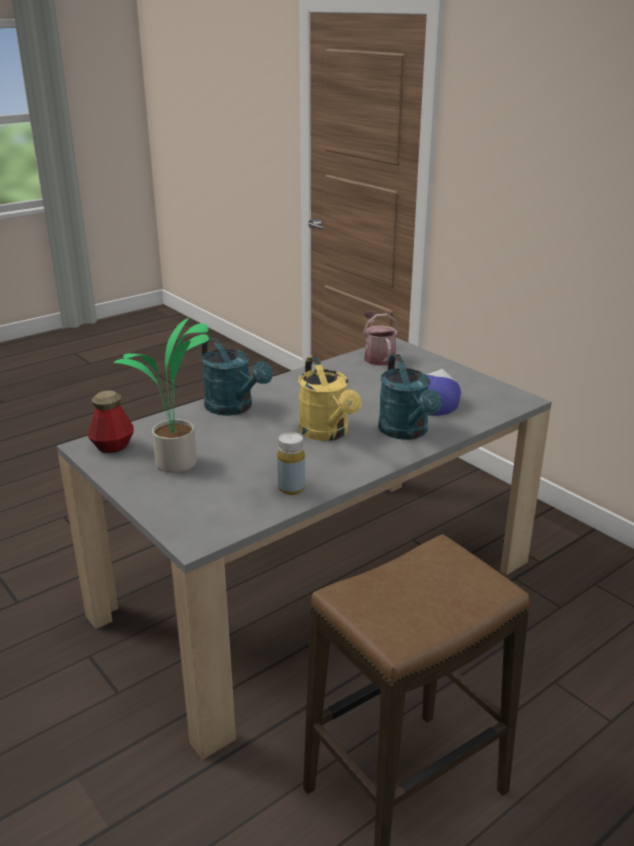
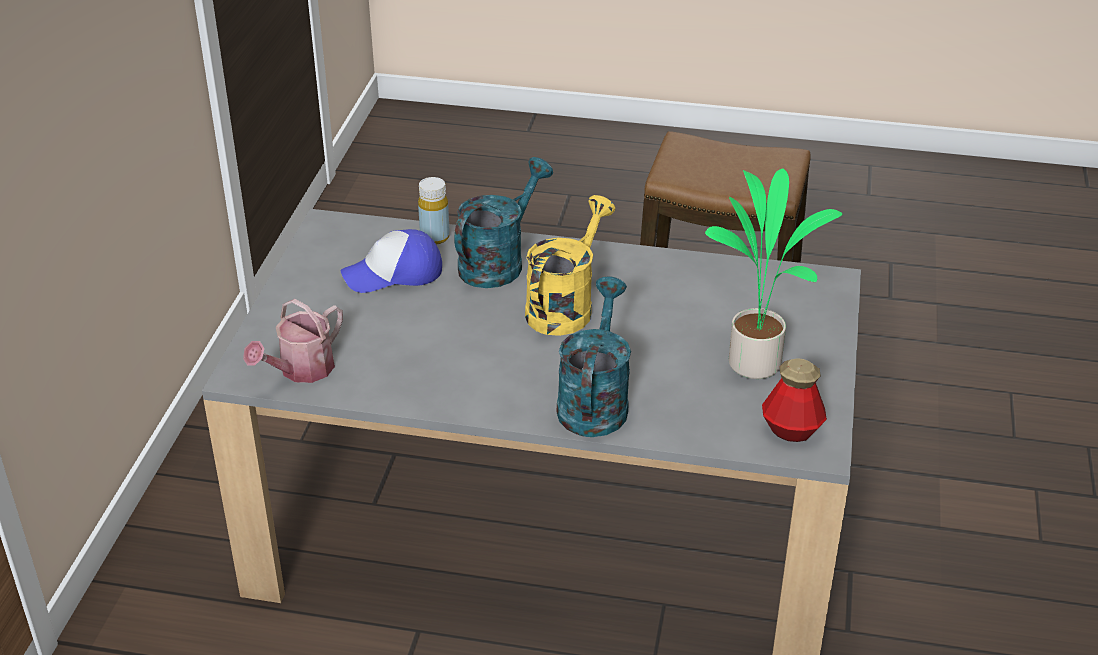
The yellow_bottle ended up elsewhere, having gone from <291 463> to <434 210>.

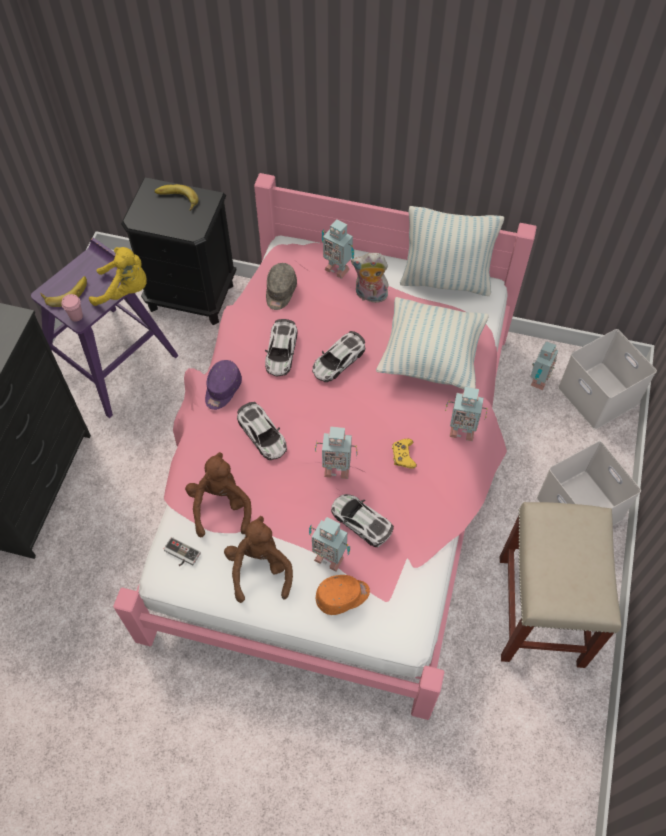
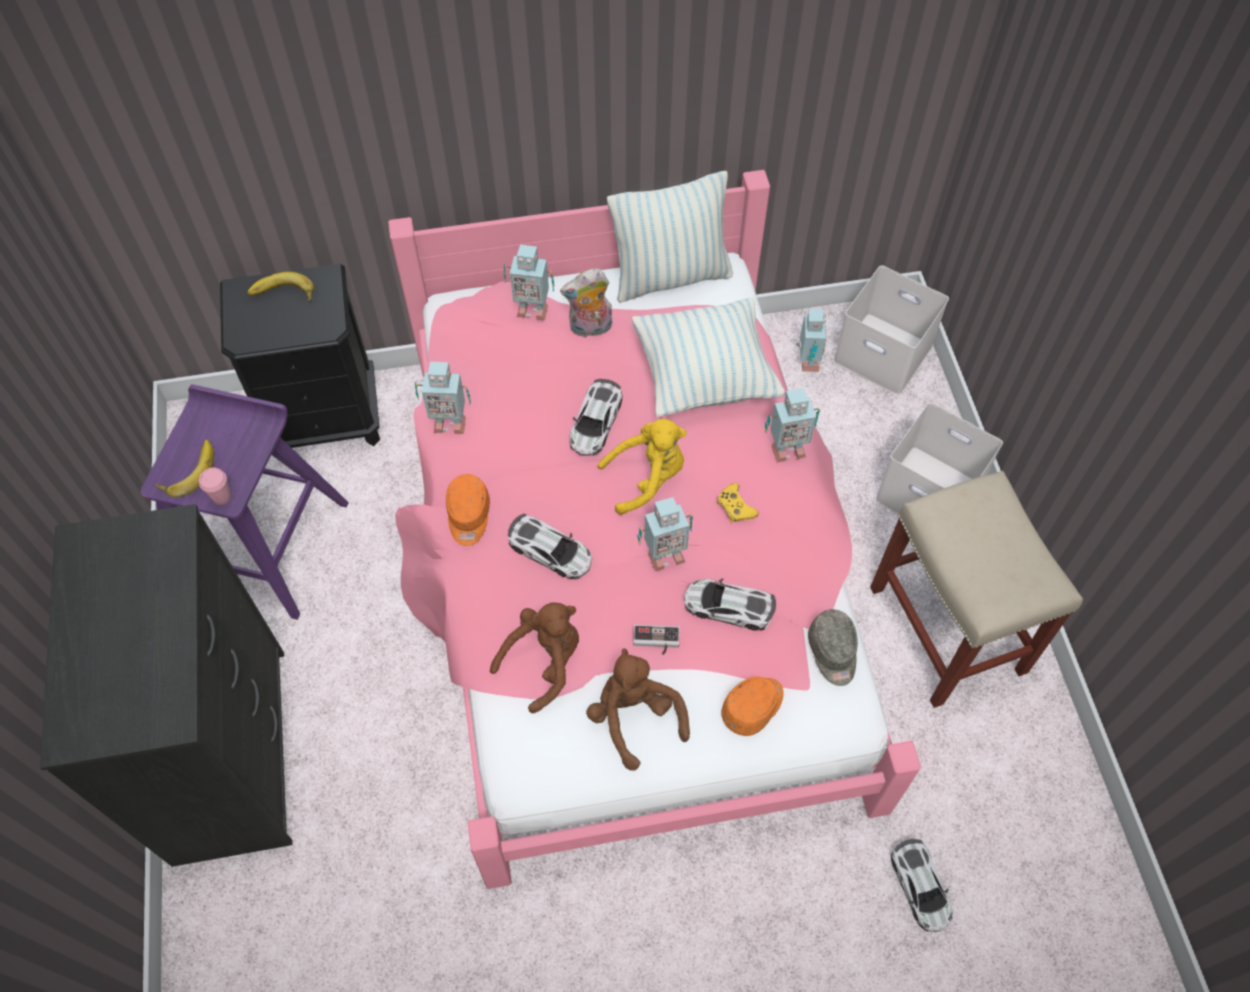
The yellow_plush_toy ended up elsewhere, having gone from <118 276> to <642 467>. The game_controller ended up elsewhere, having gone from <182 551> to <656 640>. The brown_plush_toy at <218 494> ended up facing another way, 75 degrees clockwise from before. What was the purple_cap at <223 385> turned into the orange_cap at <468 510>. The toy_car ended up elsewhere, having gone from <281 347> to <922 885>. The grey_cap ended up elsewhere, having gone from <281 286> to <833 647>. The toy_robot ended up elsewhere, having gone from <329 544> to <443 397>.

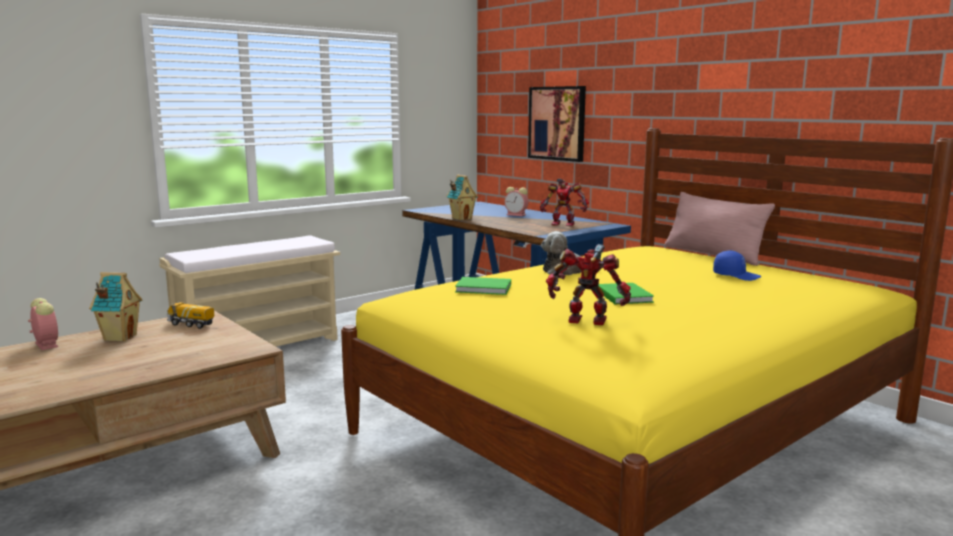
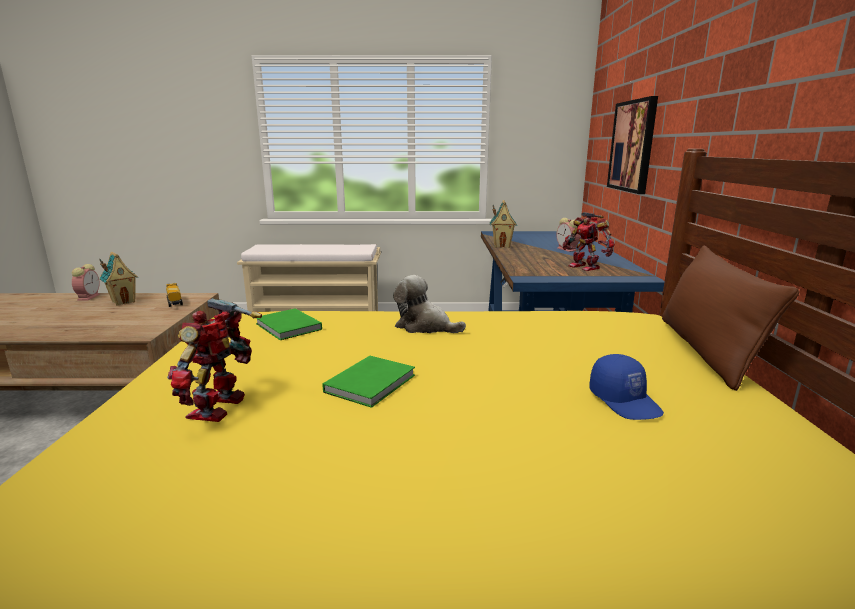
The toy_robot at <588 284> ended up facing another way, 135 degrees counterclockwise from before. What was the pink_pillow at <720 229> turned into the brown_pillow at <731 318>.

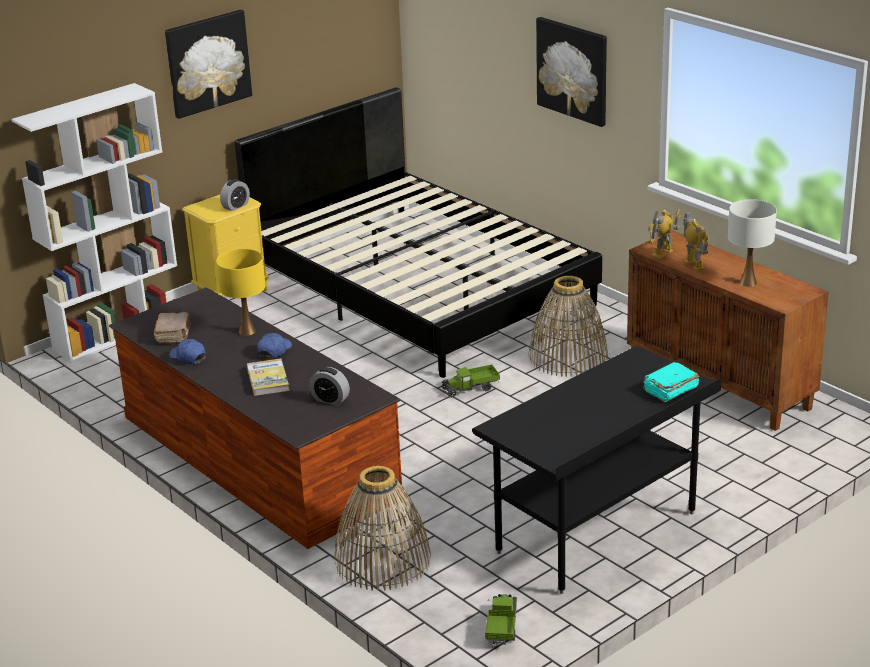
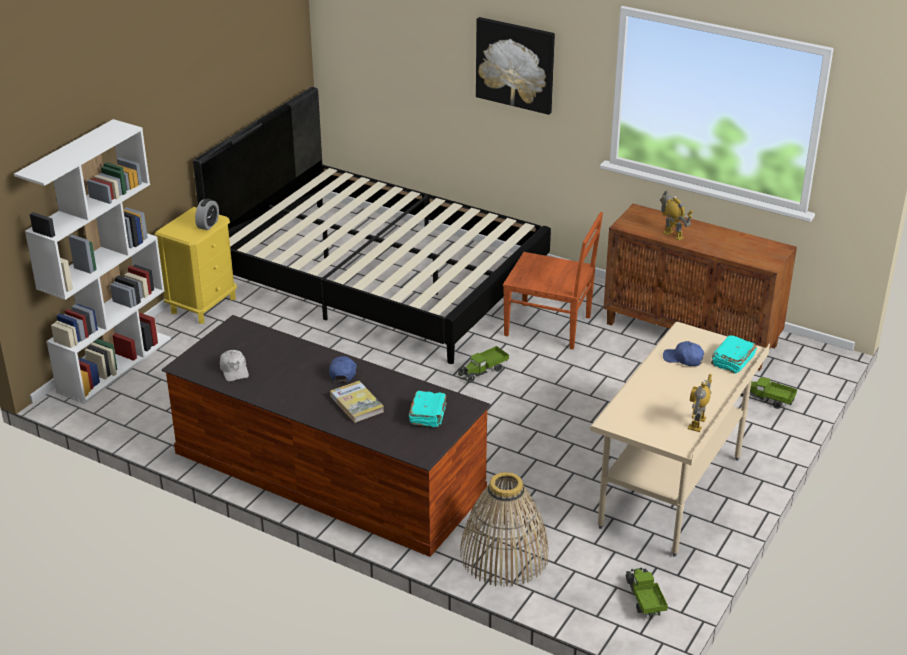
Where the brown_book stood at <172 327>, the white_cap came to stand at <234 366>. The second view lost the picture at <208 64>. The blue_cap ended up elsewhere, having gone from <187 351> to <683 353>. The second view lost the yellow_table_lamp at <241 292>. Where the alarm_clock stood at <329 386>, the turquoise_book came to stand at <428 409>. What was the black_desk at <596 470> turned into the beige_desk at <680 439>. Where the basket stood at <568 326>, the brown_chair came to stand at <553 281>. The toy_robot ended up elsewhere, having gone from <664 234> to <700 403>. The second view lost the white_table_lamp at <752 243>. The second view gained the toy_truck at <769 393>.

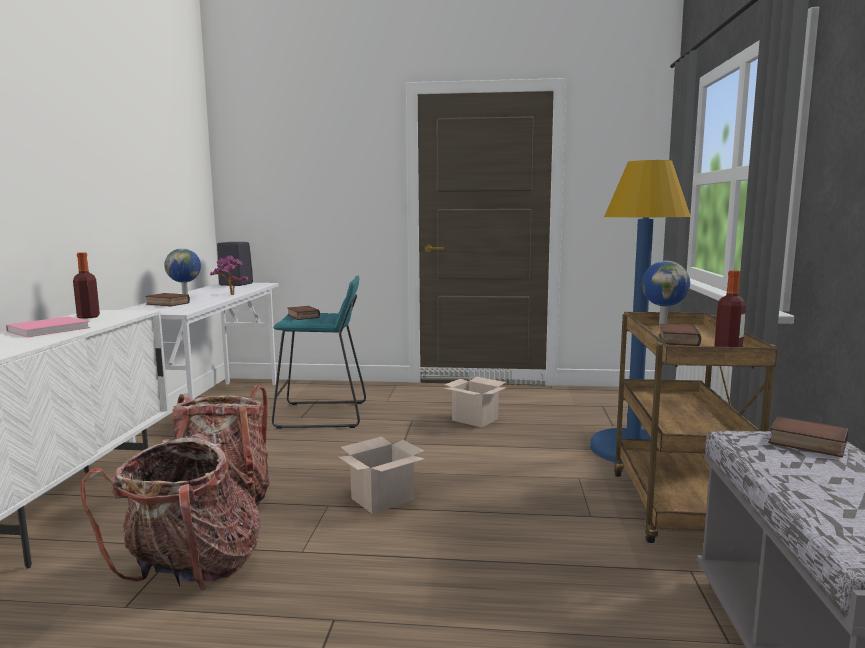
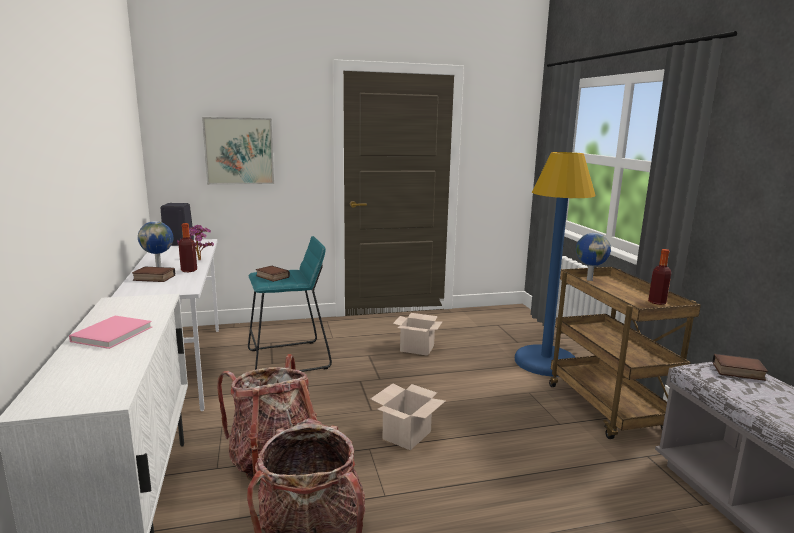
The bottle ended up elsewhere, having gone from <86 285> to <188 247>. The second view lost the book at <680 335>. The second view gained the picture at <238 151>.

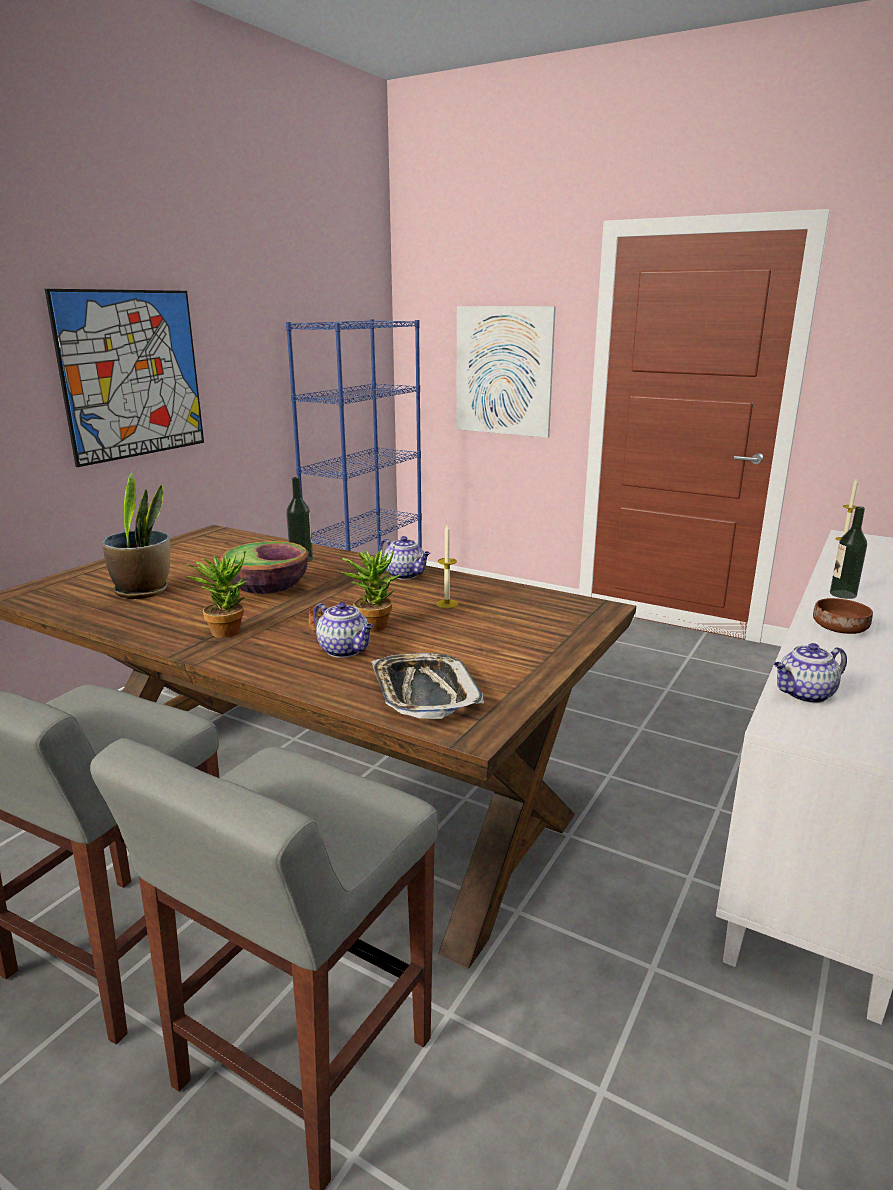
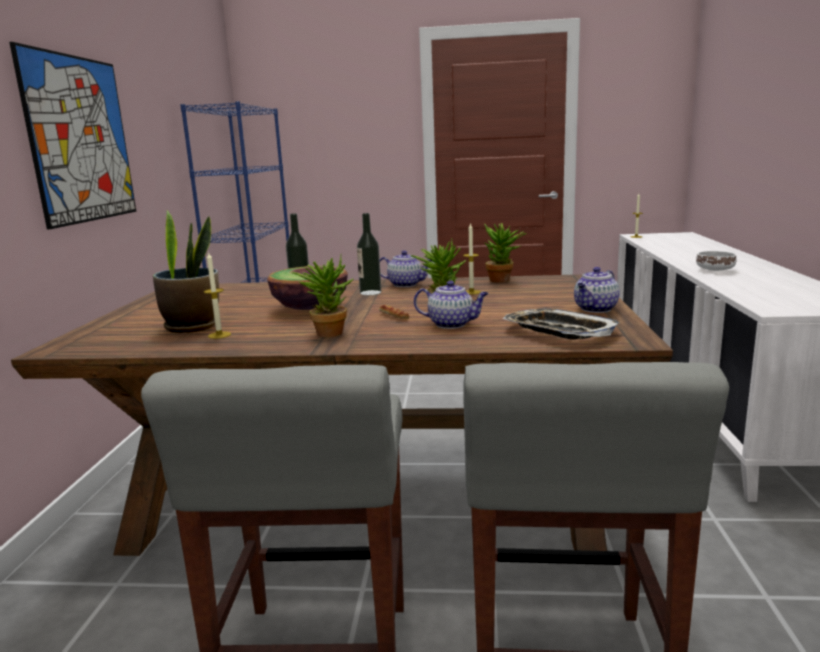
The second view lost the picture at <506 372>. The teapot ended up elsewhere, having gone from <810 673> to <597 290>. What was the brown_bowl at <843 616> turned into the white_bowl at <716 261>. The bottle ended up elsewhere, having gone from <848 552> to <369 254>. The second view gained the candle at <217 295>. The second view gained the potted_plant at <505 253>.

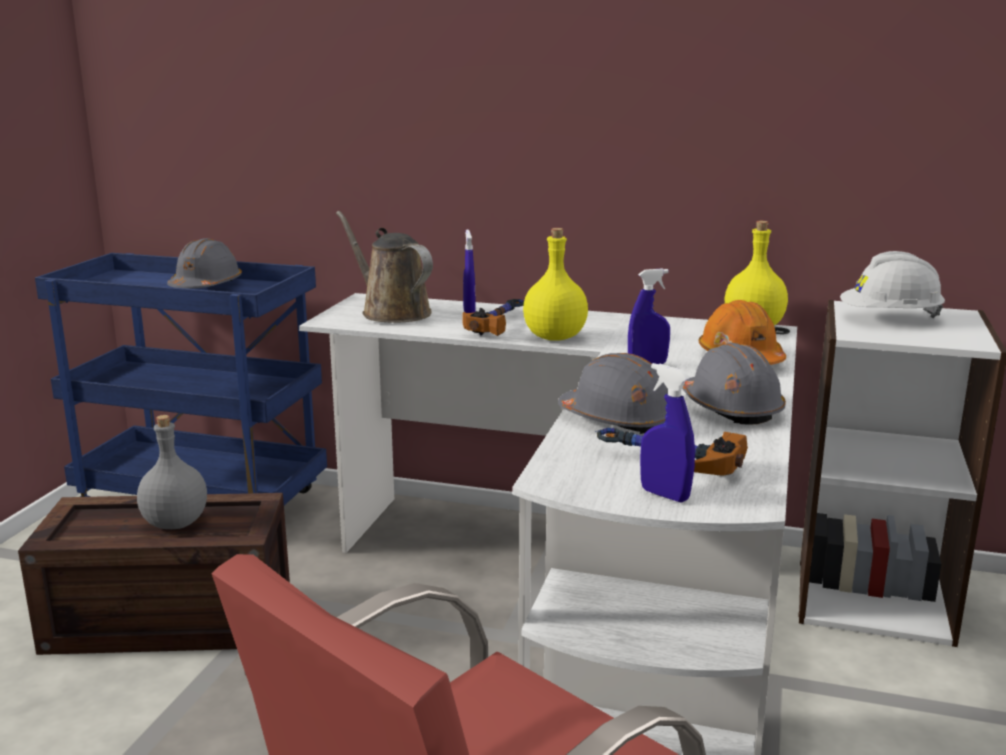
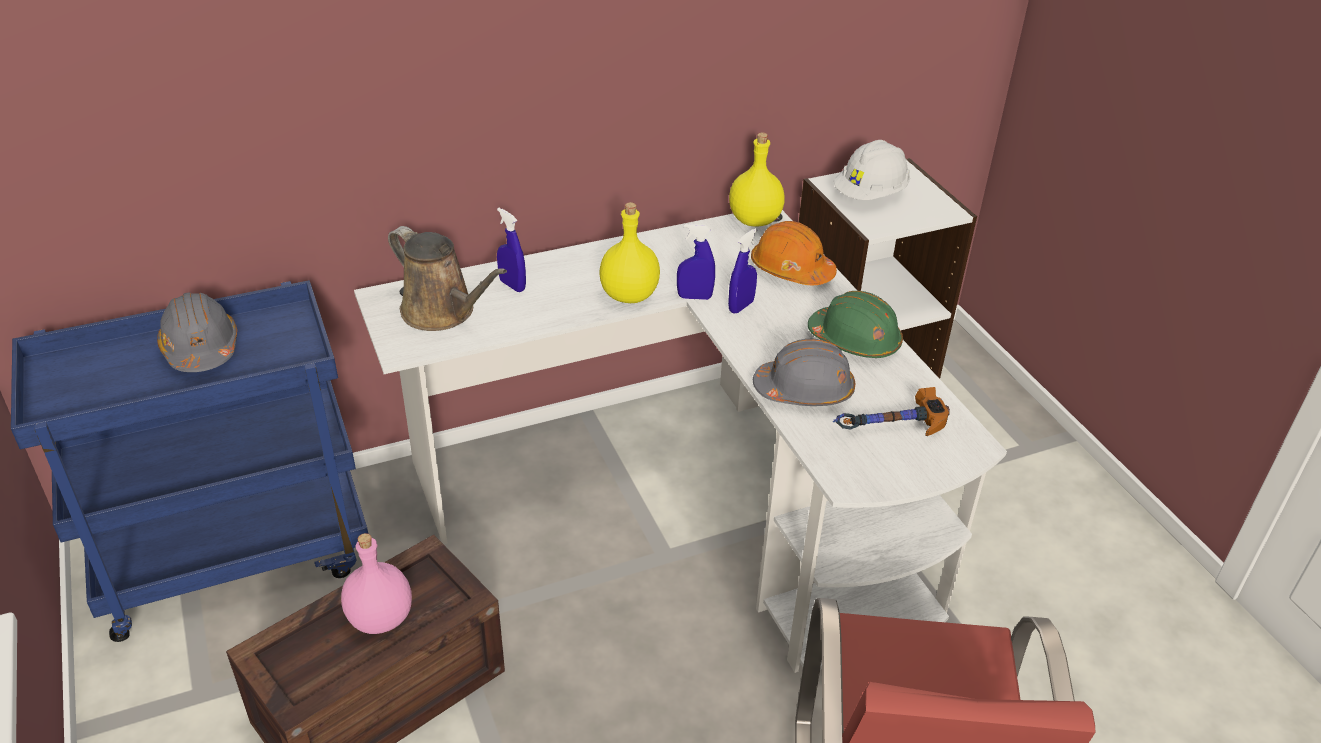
What was the grey_bottle at <172 472> turned into the pink_bottle at <376 583>. The brown_watering_can at <384 267> ended up facing another way, 150 degrees counterclockwise from before. The second view lost the hammer at <493 317>. The blue_spray_bottle ended up elsewhere, having gone from <667 432> to <696 261>. What was the grey_hard_hat at <734 384> turned into the green_hard_hat at <855 324>.

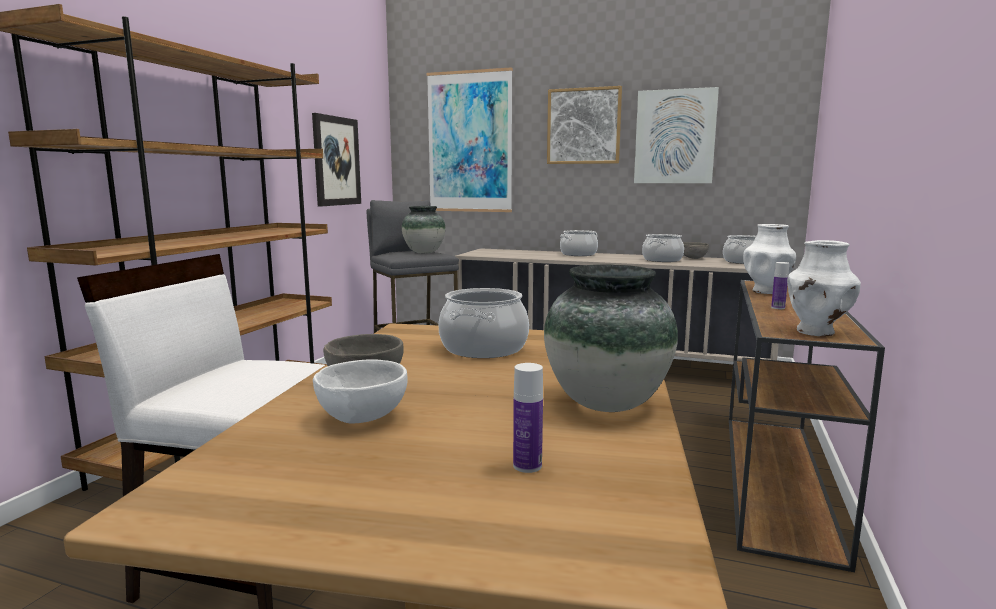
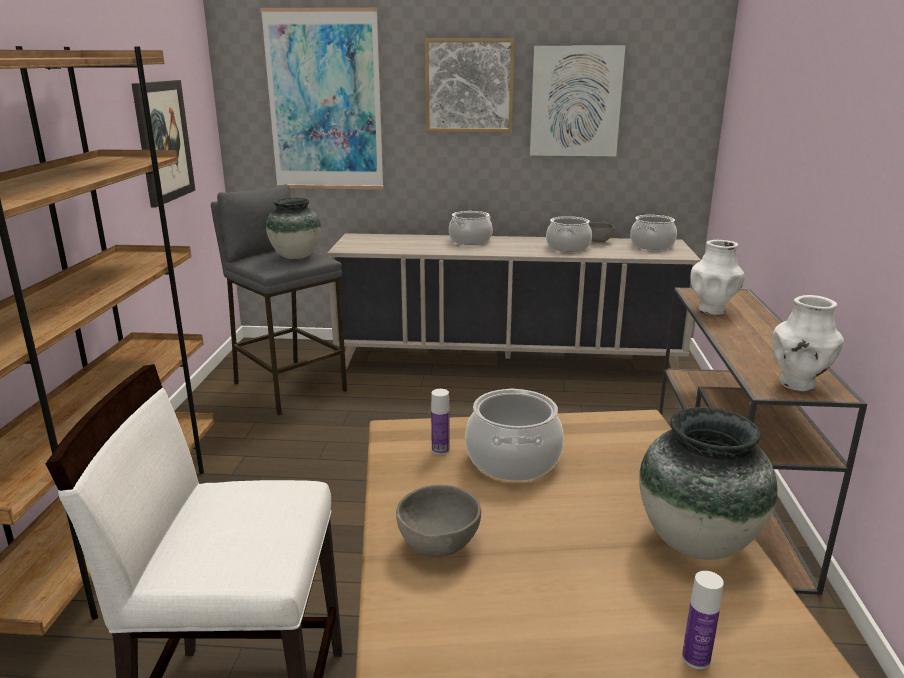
The second view lost the white_bowl at <360 391>. The bottle ended up elsewhere, having gone from <780 285> to <440 422>.

